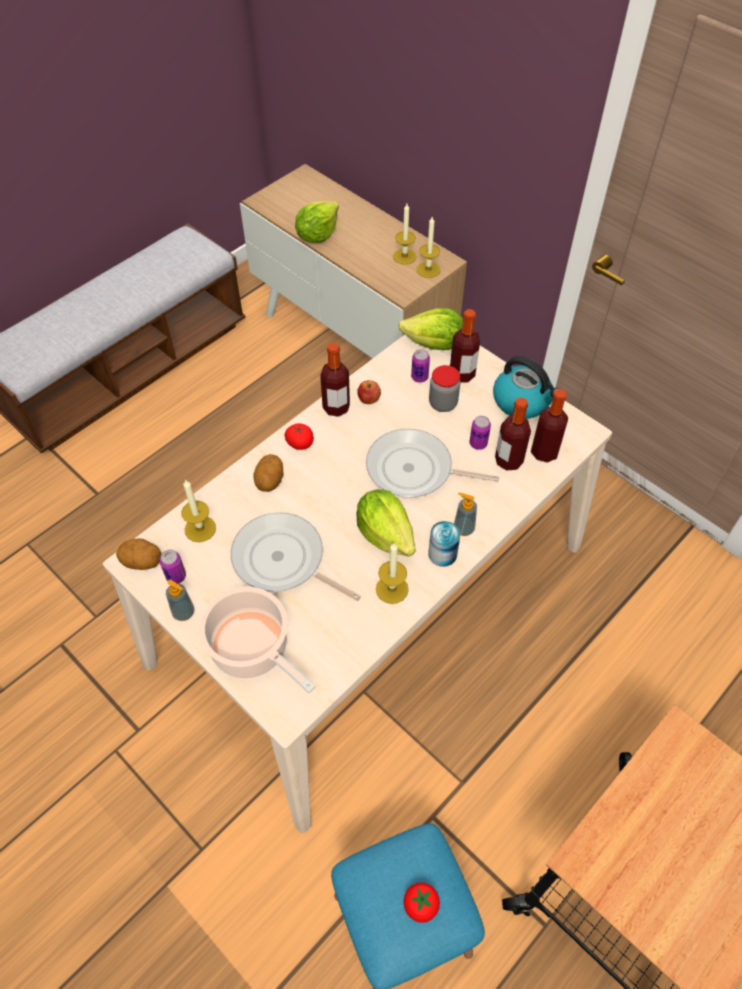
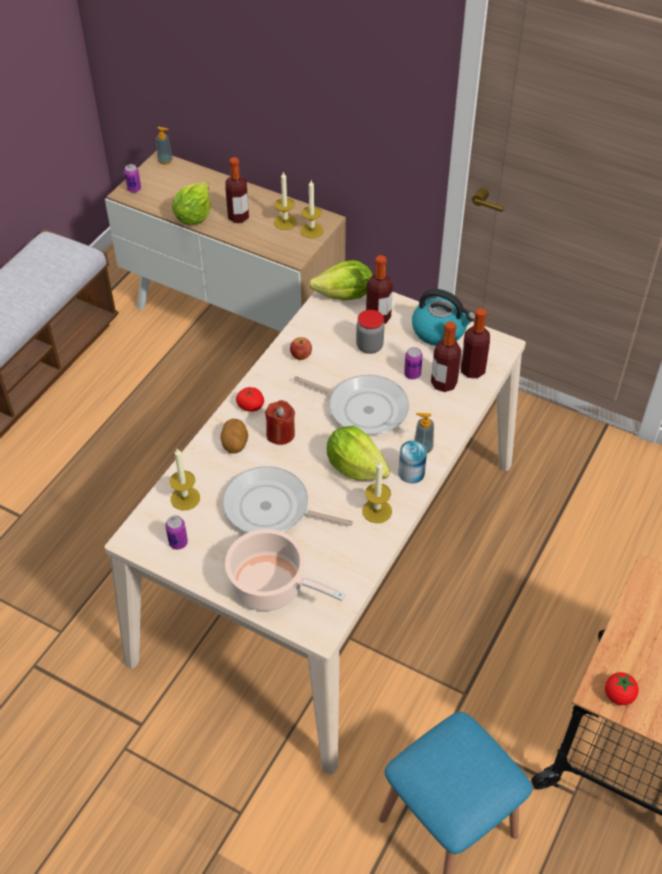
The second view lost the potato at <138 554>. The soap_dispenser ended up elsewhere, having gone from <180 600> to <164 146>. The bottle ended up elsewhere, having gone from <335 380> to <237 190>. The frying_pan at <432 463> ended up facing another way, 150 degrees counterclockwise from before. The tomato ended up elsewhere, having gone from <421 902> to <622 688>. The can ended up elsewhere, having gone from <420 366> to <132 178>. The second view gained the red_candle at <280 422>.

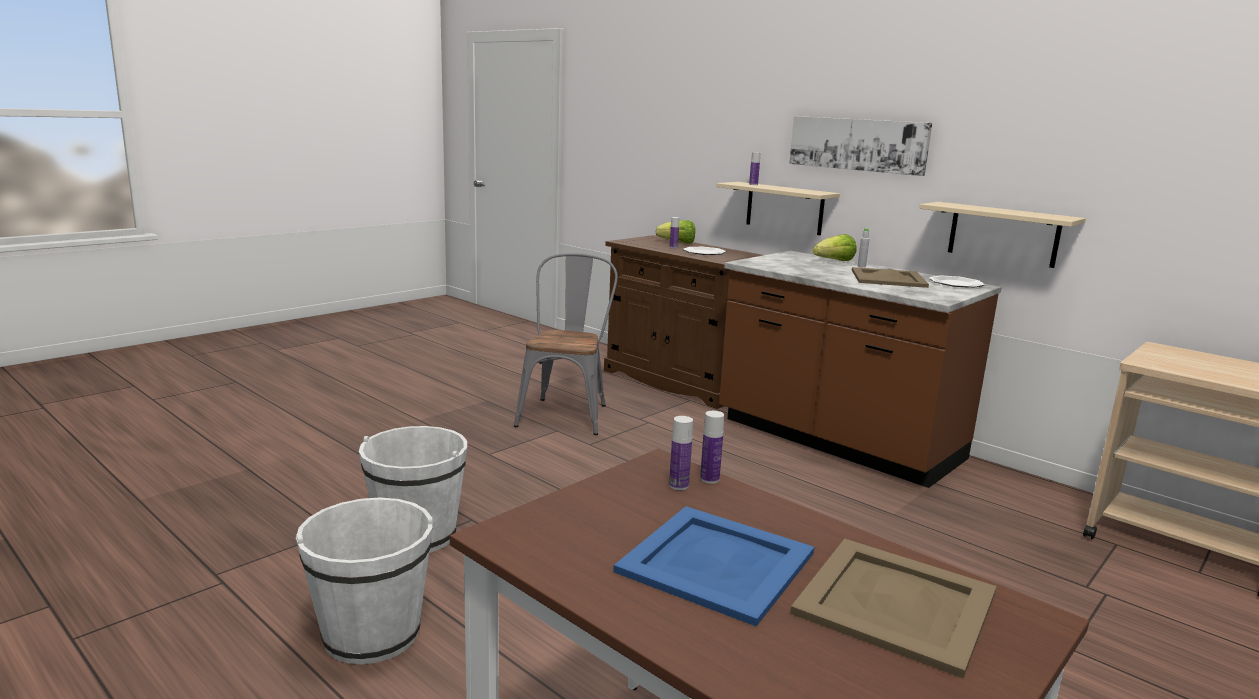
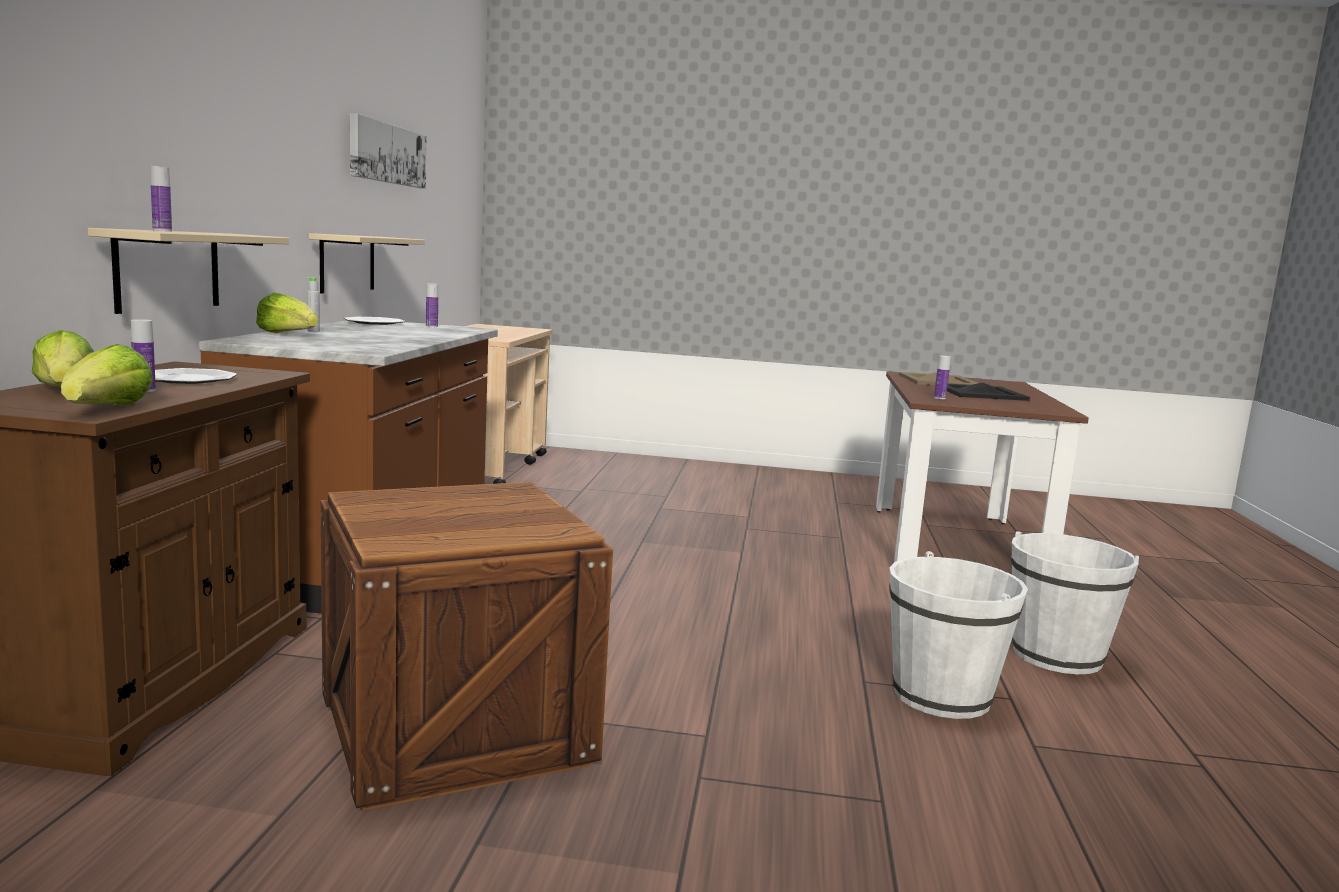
Where the grey_chair stood at <566 344>, the crate came to stand at <466 646>. What was the blue_tray at <713 566> turned into the black_tray at <988 391>. The bottle ended up elsewhere, having gone from <712 447> to <432 305>. The picture ended up elsewhere, having gone from <860 146> to <388 151>. The second view lost the beige_tray at <890 277>. The second view gained the lettuce at <107 375>.

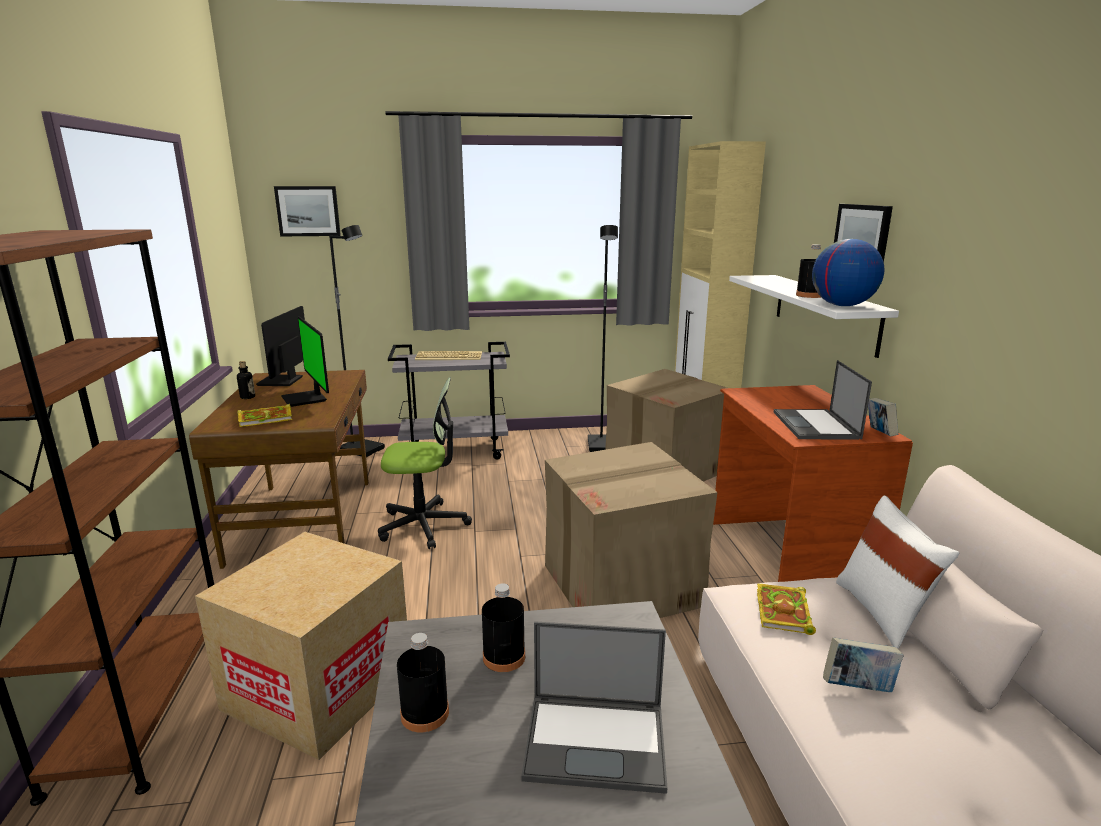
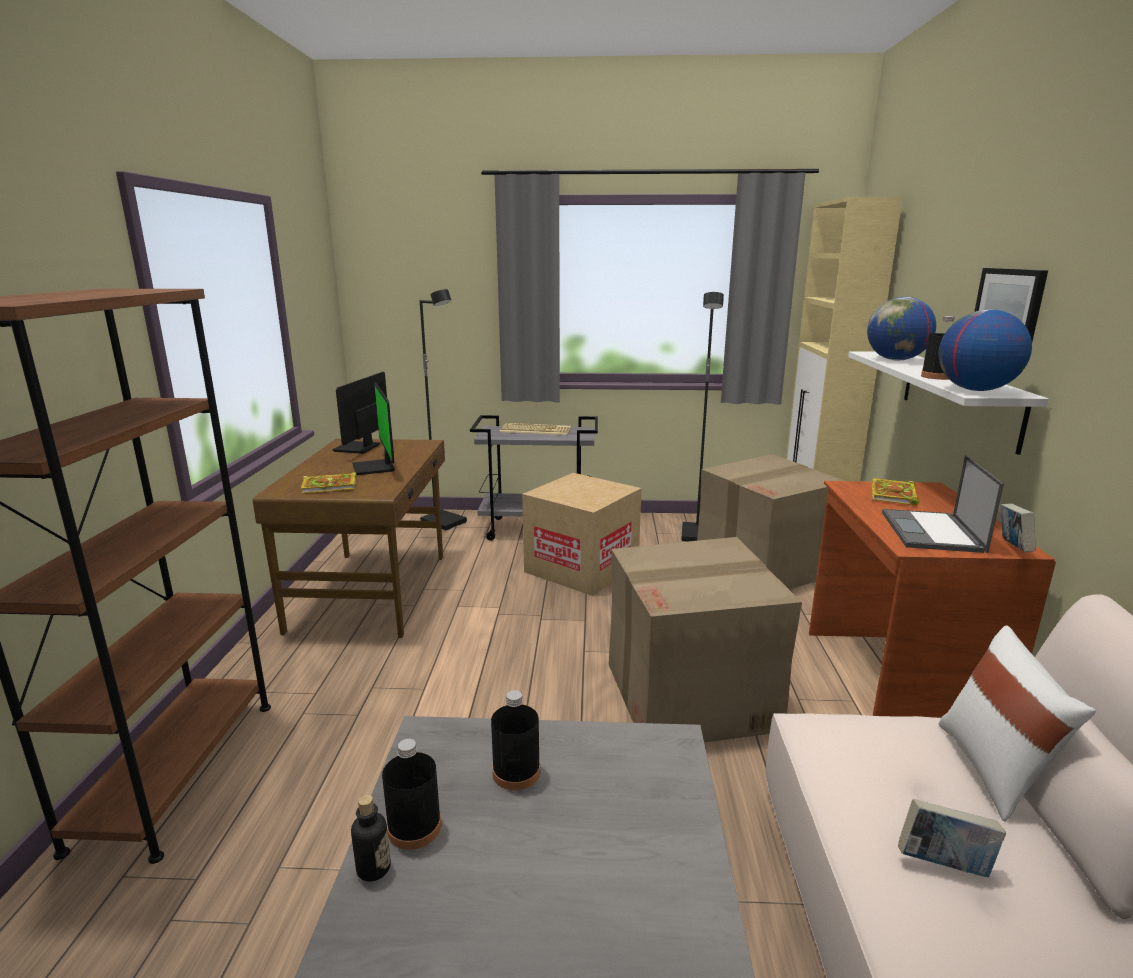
The cardboard_box ended up elsewhere, having gone from <301 646> to <582 534>. The bottle ended up elsewhere, having gone from <246 380> to <371 838>. The second view lost the picture at <307 211>. The second view lost the office_chair at <425 463>. The second view lost the laptop at <594 707>. The book ended up elsewhere, having gone from <786 609> to <896 492>. The second view gained the globe at <901 328>.

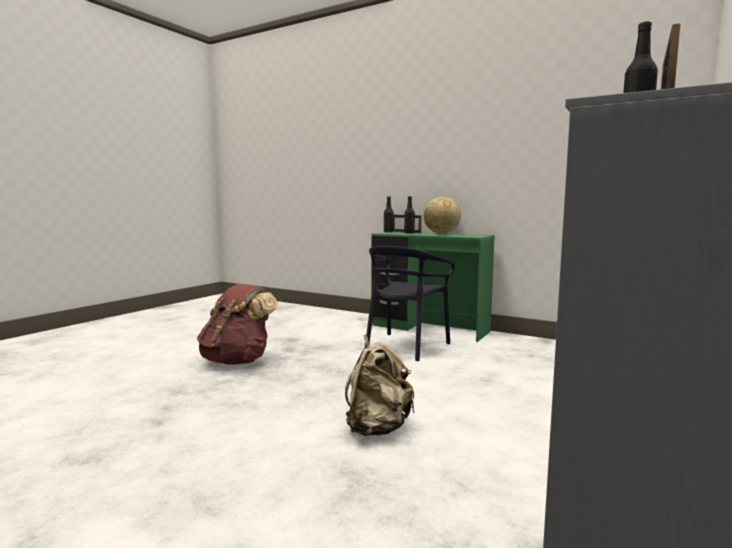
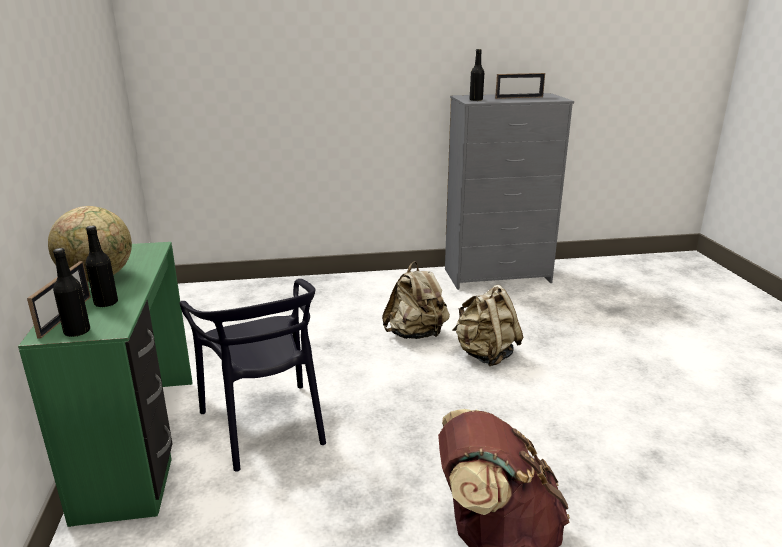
The black_chair at <410 303> ended up facing another way, 75 degrees clockwise from before. The second view gained the beige_backpack at <416 300>.

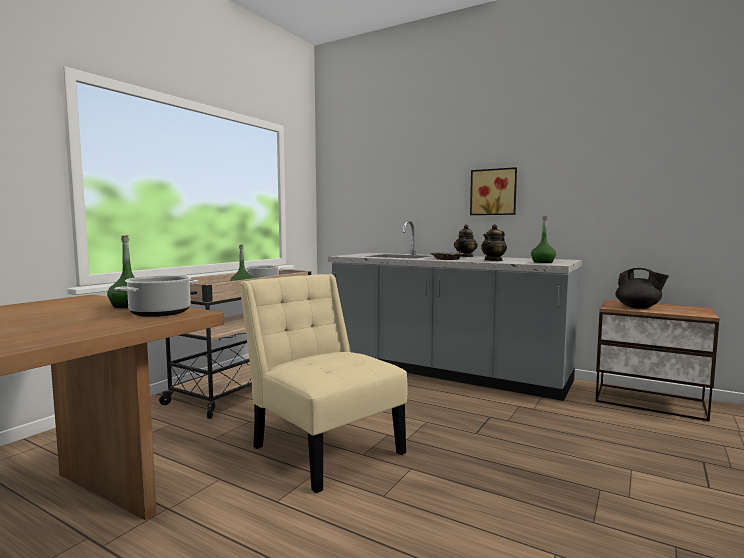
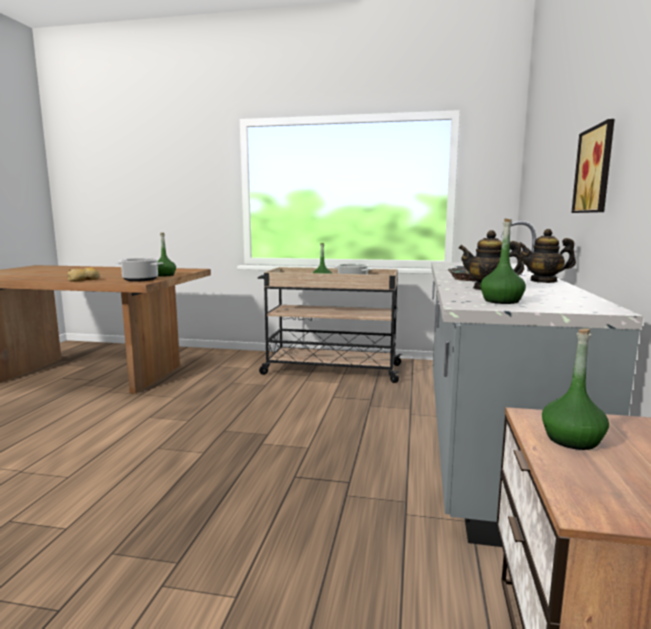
The second view lost the beige_chair at <323 383>. Where the black_teapot stood at <642 288>, the green_bottle came to stand at <575 389>. The second view gained the bread at <83 274>.

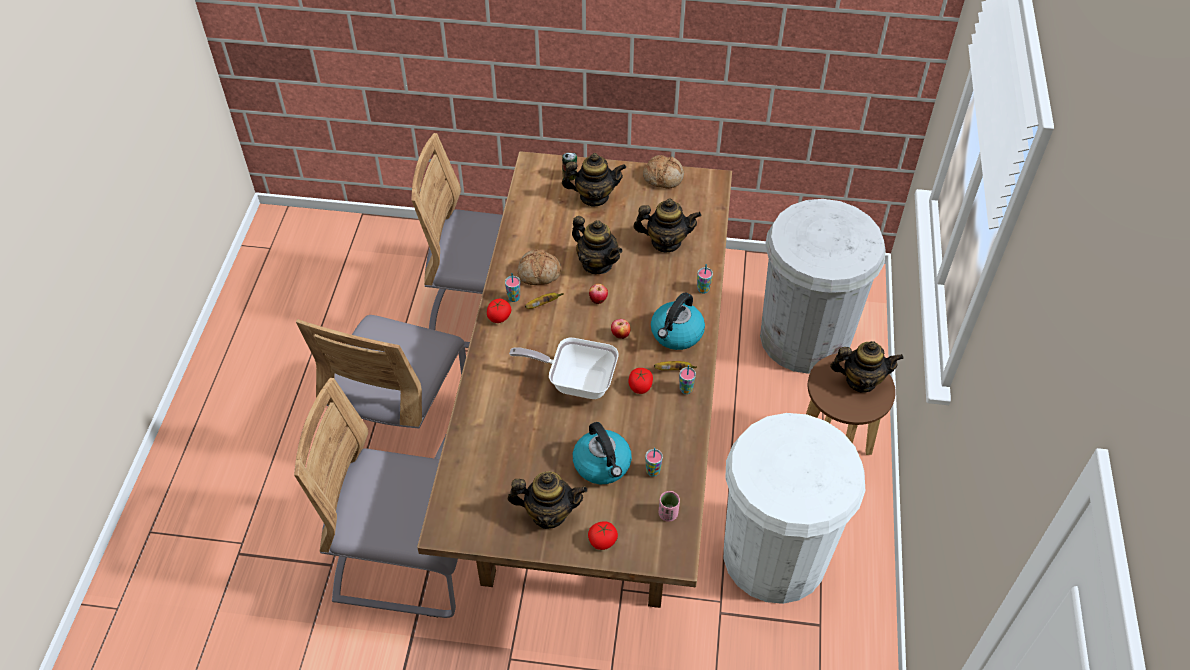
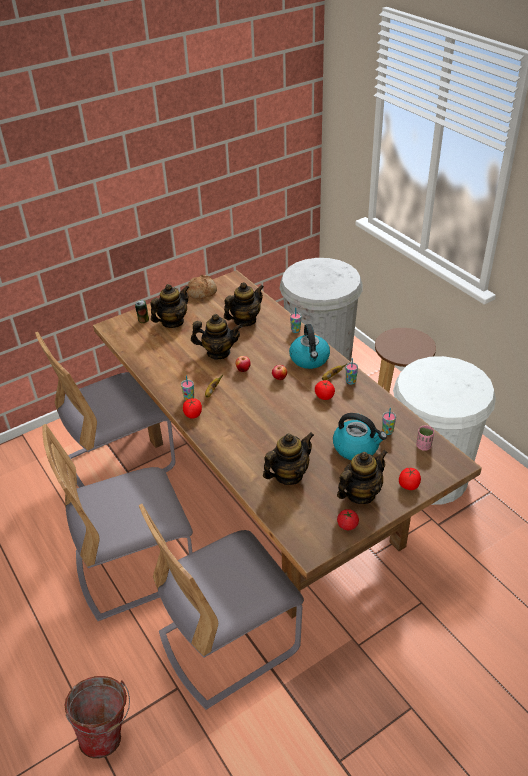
The grey_chair at <381 387> ended up facing another way, 90 degrees clockwise from before. The second view lost the frying_pan at <564 368>. The second view lost the bread at <539 267>. The teapot ended up elsewhere, having gone from <867 367> to <288 459>. The second view gained the bucket at <97 717>. The second view gained the tomato at <348 519>.

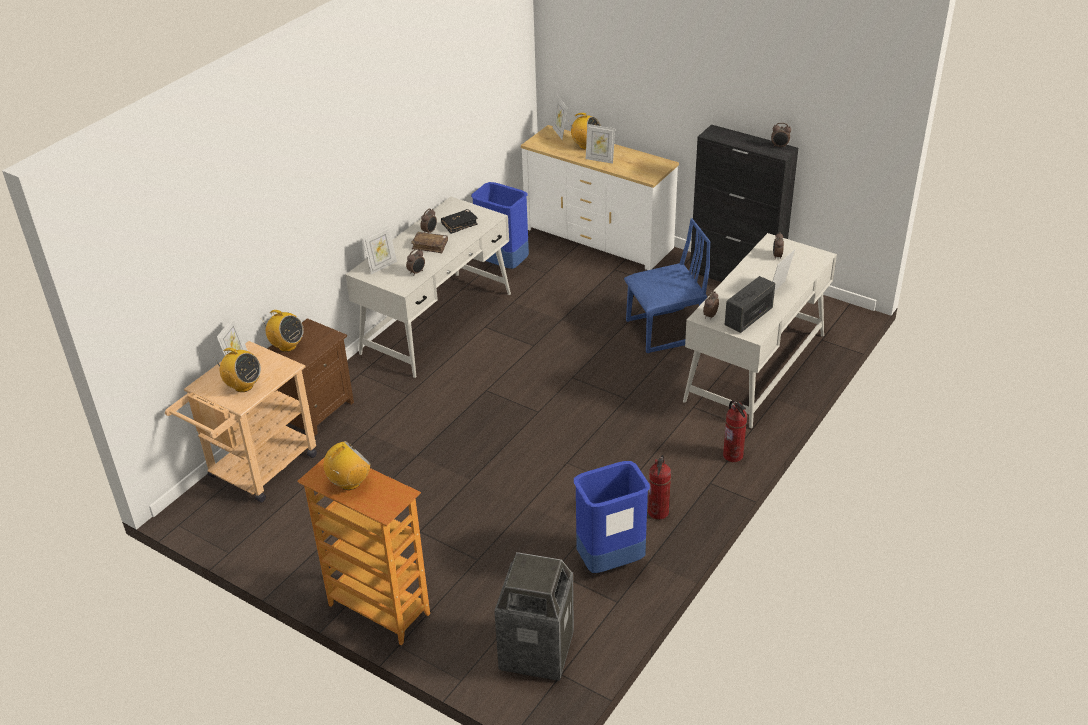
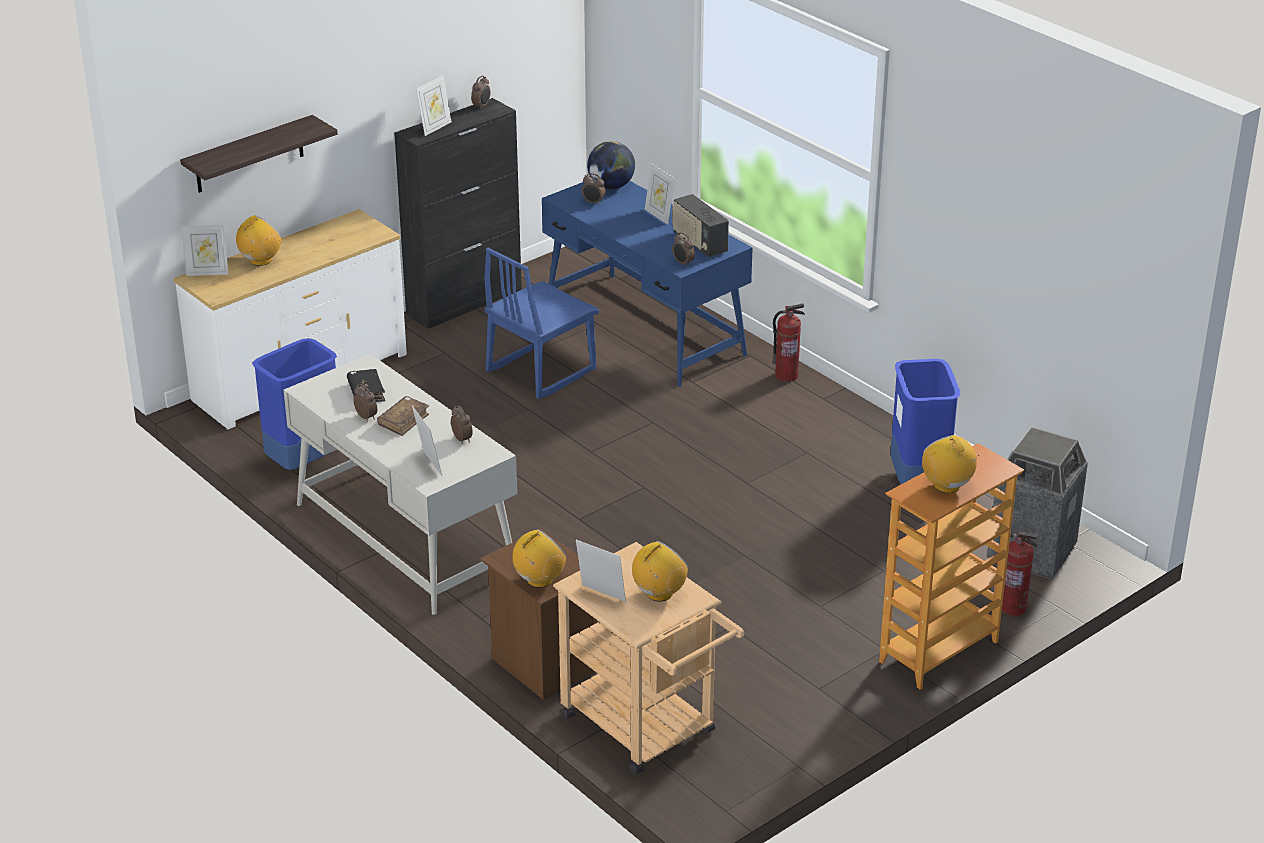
The picture_frame ended up elsewhere, having gone from <600 144> to <434 105>. The blue_chair at <667 286> ended up facing another way, 135 degrees counterclockwise from before. The fire_extinguisher ended up elsewhere, having gone from <659 487> to <1020 573>. What was the white_desk at <760 330> turned into the blue_desk at <647 284>. The second view gained the shelf at <259 154>. The second view gained the globe at <611 165>.

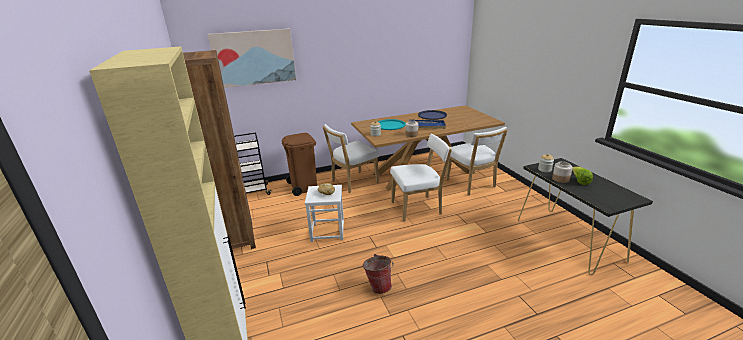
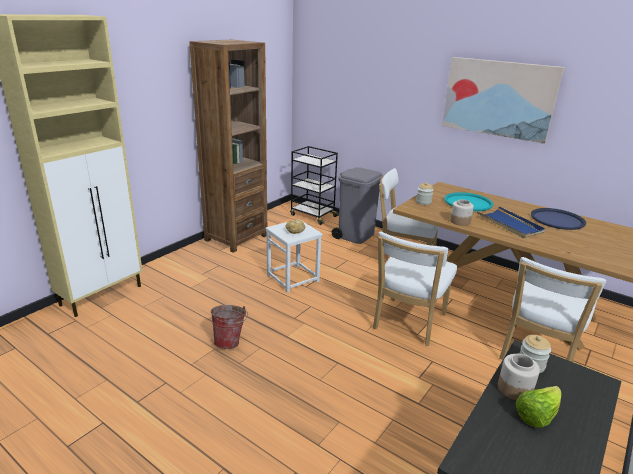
The picture ended up elsewhere, having gone from <252 58> to <503 100>. What was the brown_trash_can at <299 164> turned into the grey_trash_can at <358 205>. The white_chair at <421 178> ended up facing another way, 75 degrees clockwise from before.

